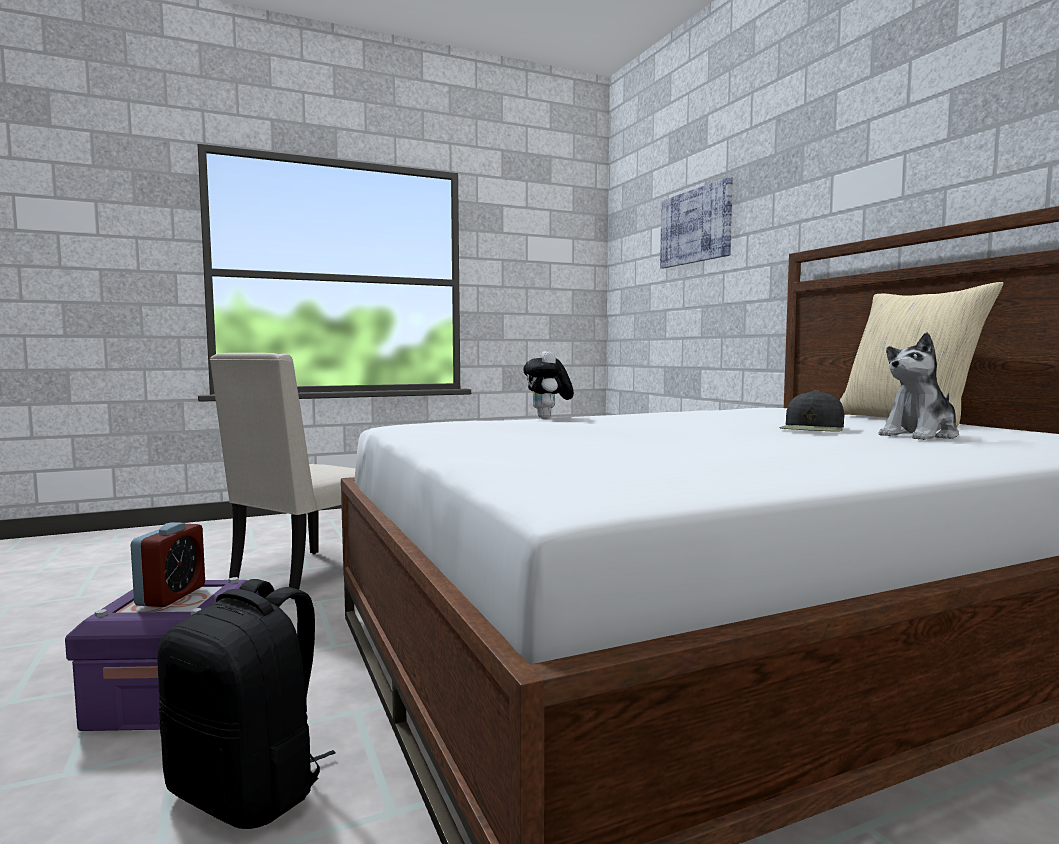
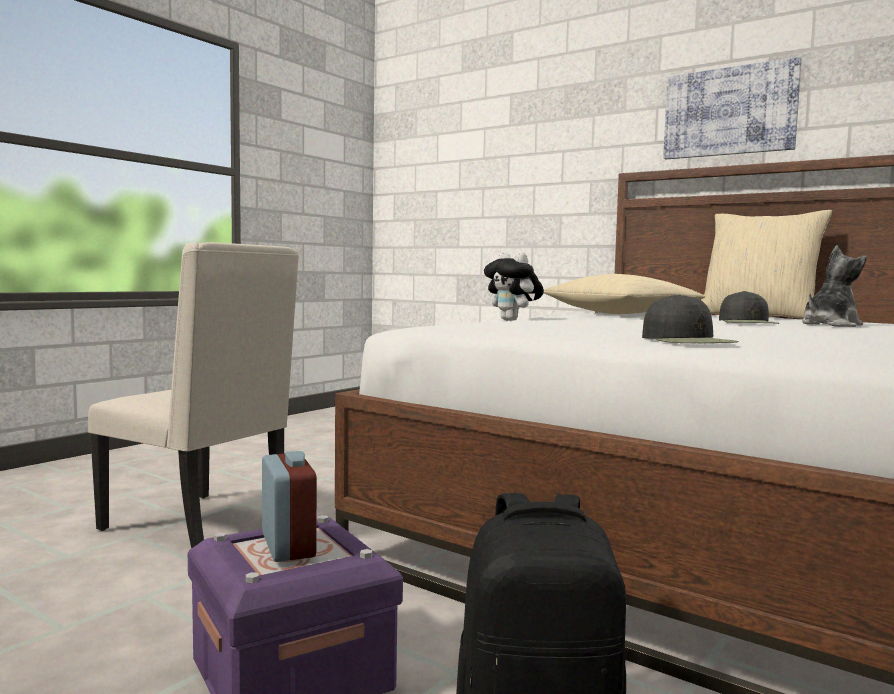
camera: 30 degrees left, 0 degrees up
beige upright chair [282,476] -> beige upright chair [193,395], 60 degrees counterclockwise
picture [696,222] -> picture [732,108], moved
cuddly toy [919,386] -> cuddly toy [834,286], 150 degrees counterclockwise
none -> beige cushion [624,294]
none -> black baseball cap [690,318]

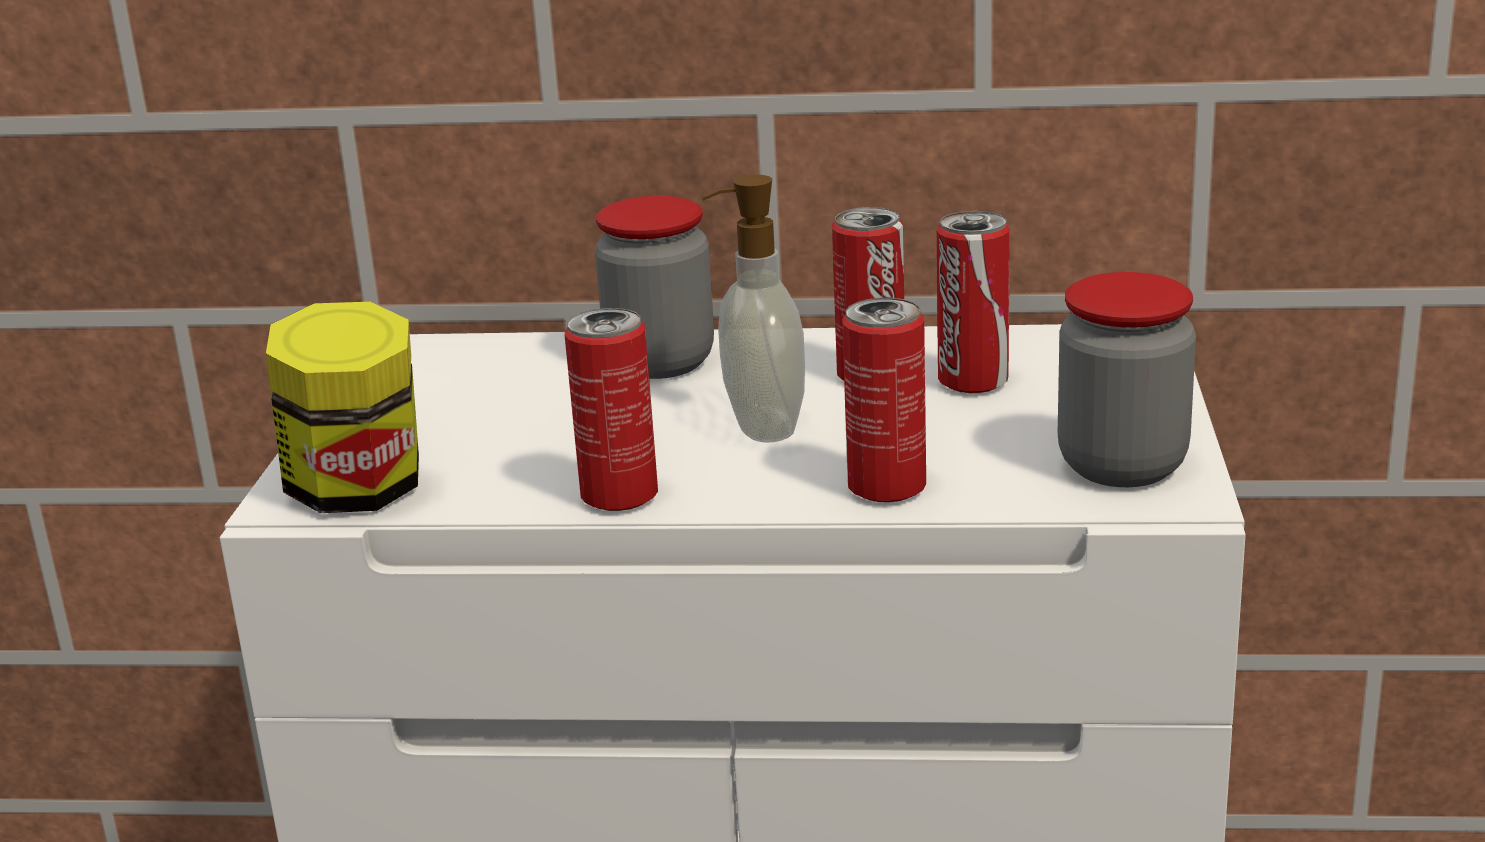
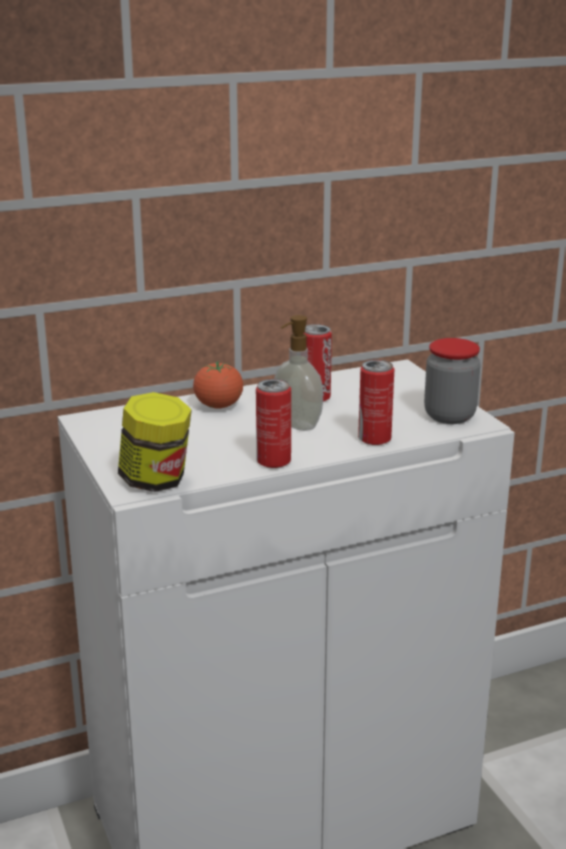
camera: 30 degrees left, 0 degrees up
jar [654,287] -> tomato [218,384]
sealed can [973,302] -> none

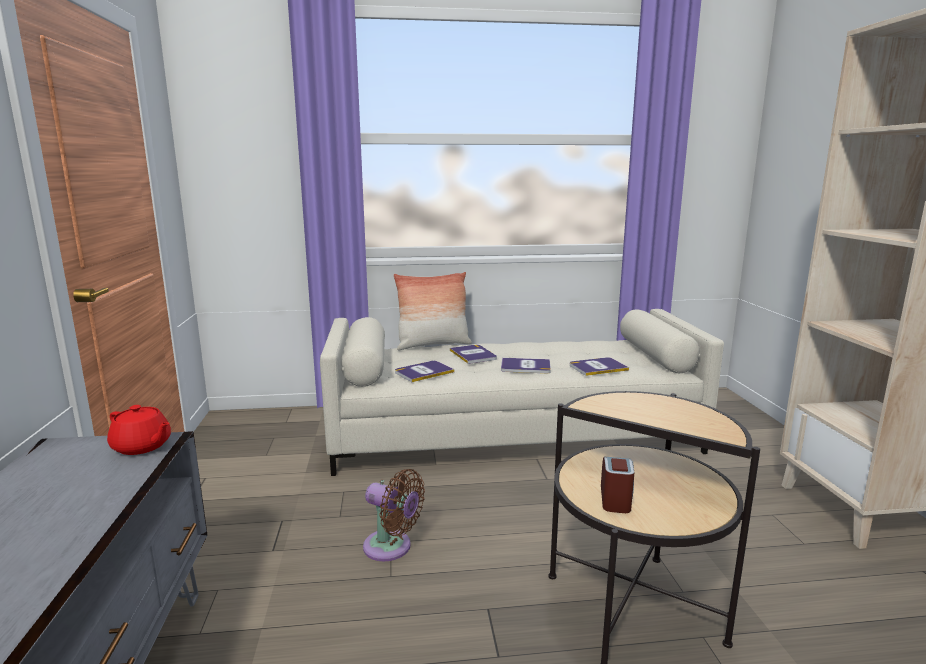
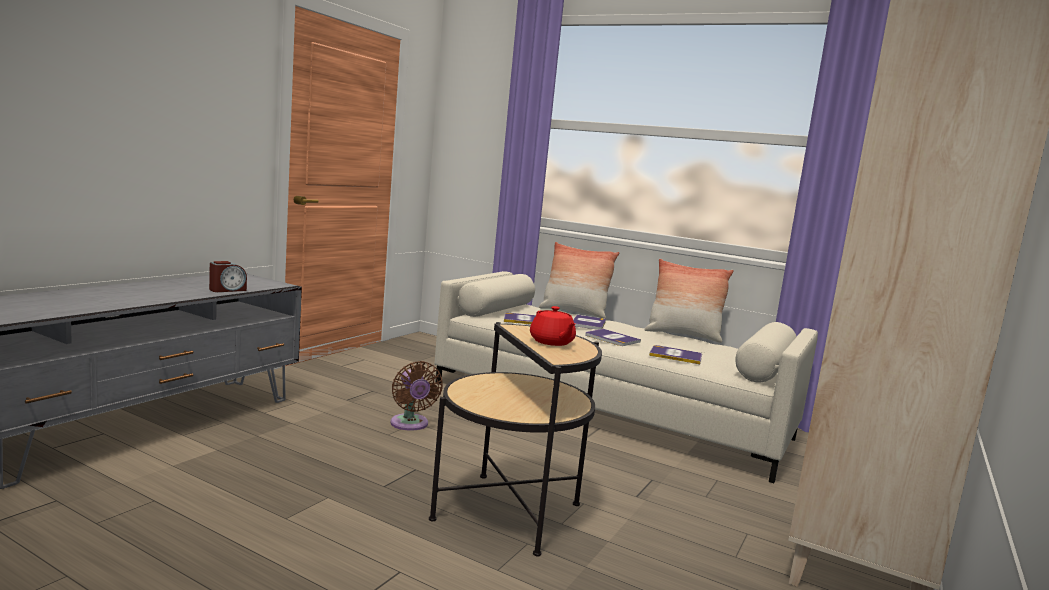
camera: 35 degrees right, 5 degrees down
red pot for tea [139,430] -> red pot for tea [553,326], moved
bedside clock [617,485] -> bedside clock [228,276], moved
none -> cushion [689,301]

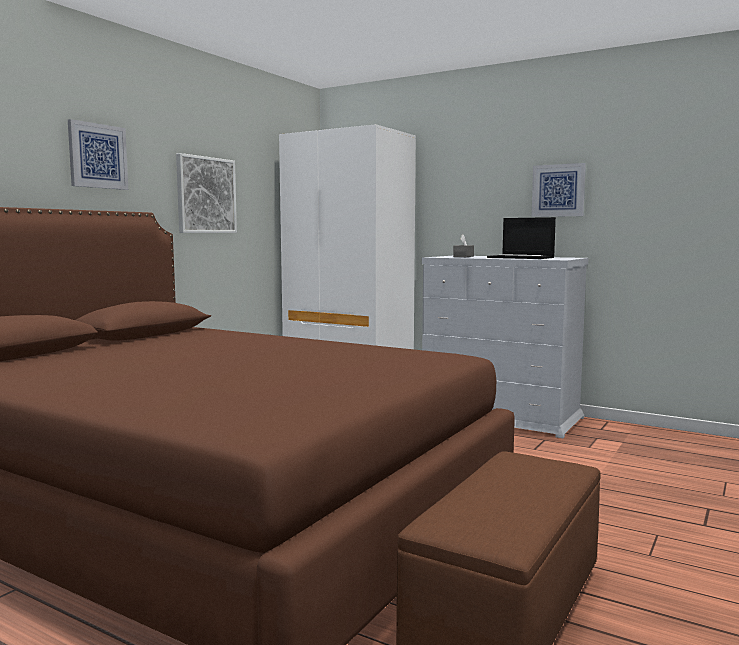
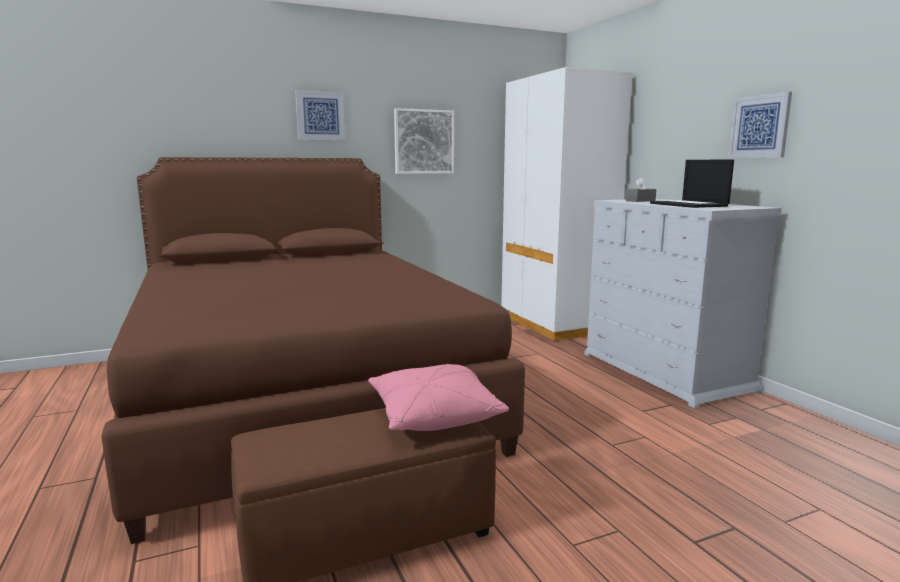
camera: 35 degrees right, 5 degrees up
none -> pink cushion [438,397]

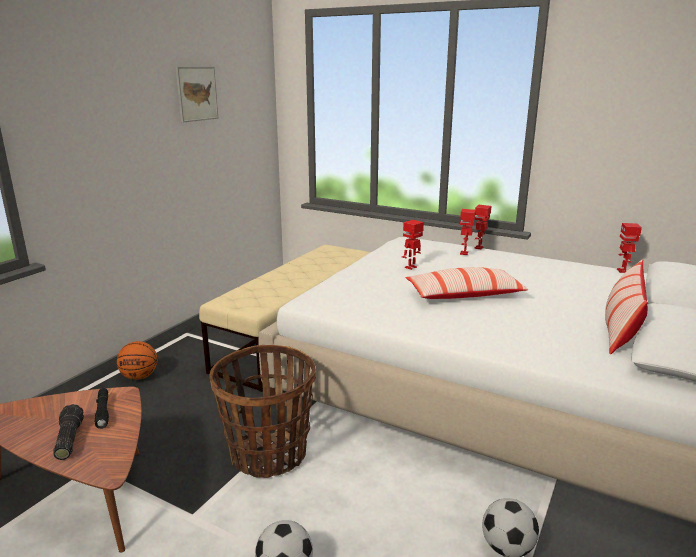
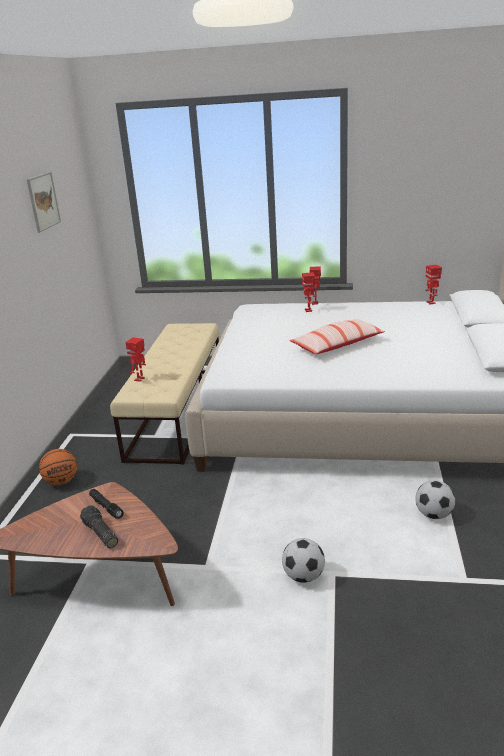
camera: 20 degrees left, 5 degrees up
storage basket [262,411] -> none
robot figure [412,245] -> robot figure [135,359], moved
cushion [626,307] -> none

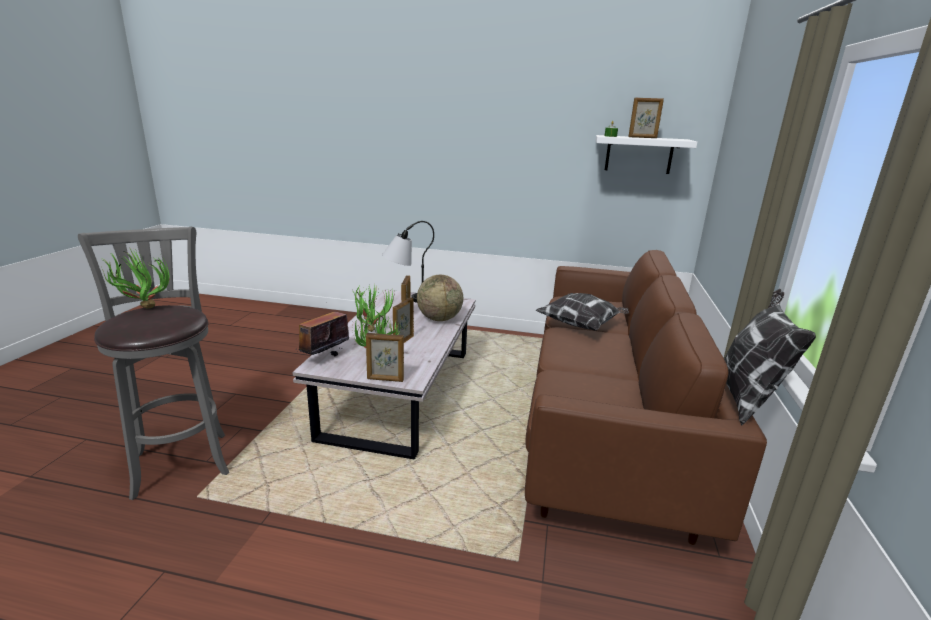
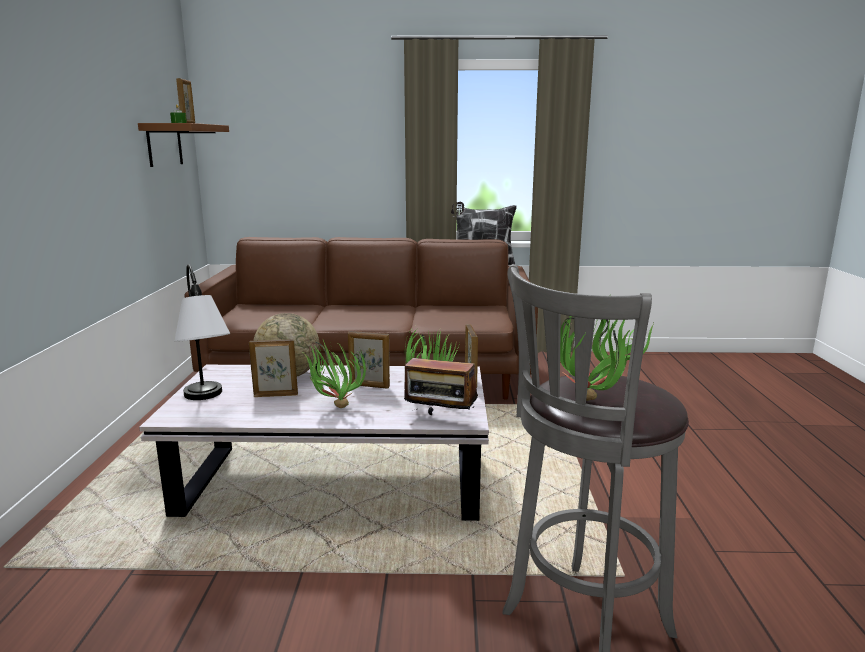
camera: 100 degrees left, 5 degrees down
cushion [582,312] -> none
white-coloured bracket shelf [646,154] -> brown bracket shelf [183,145]

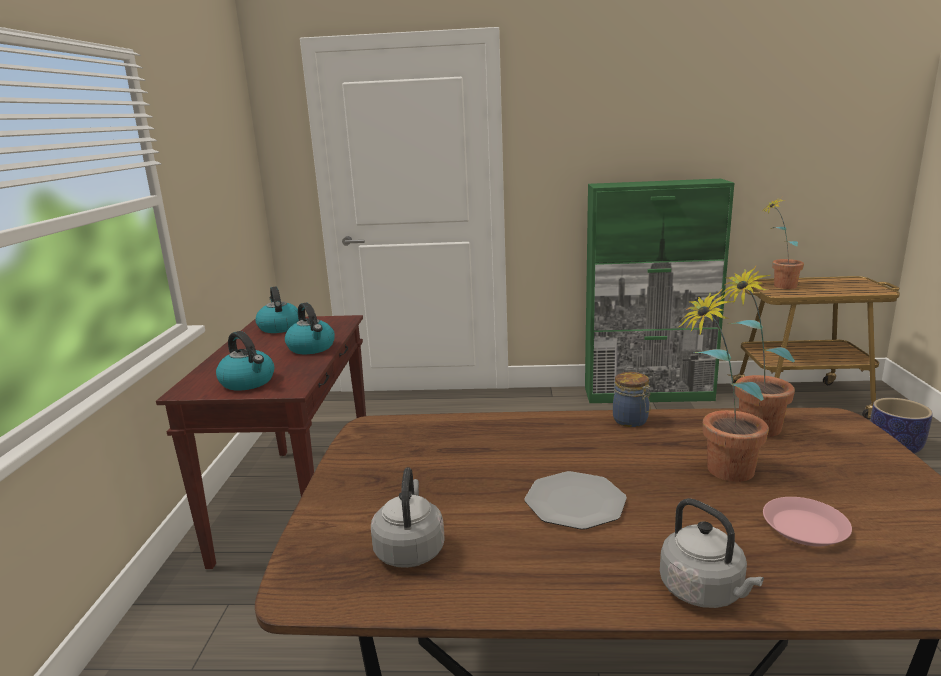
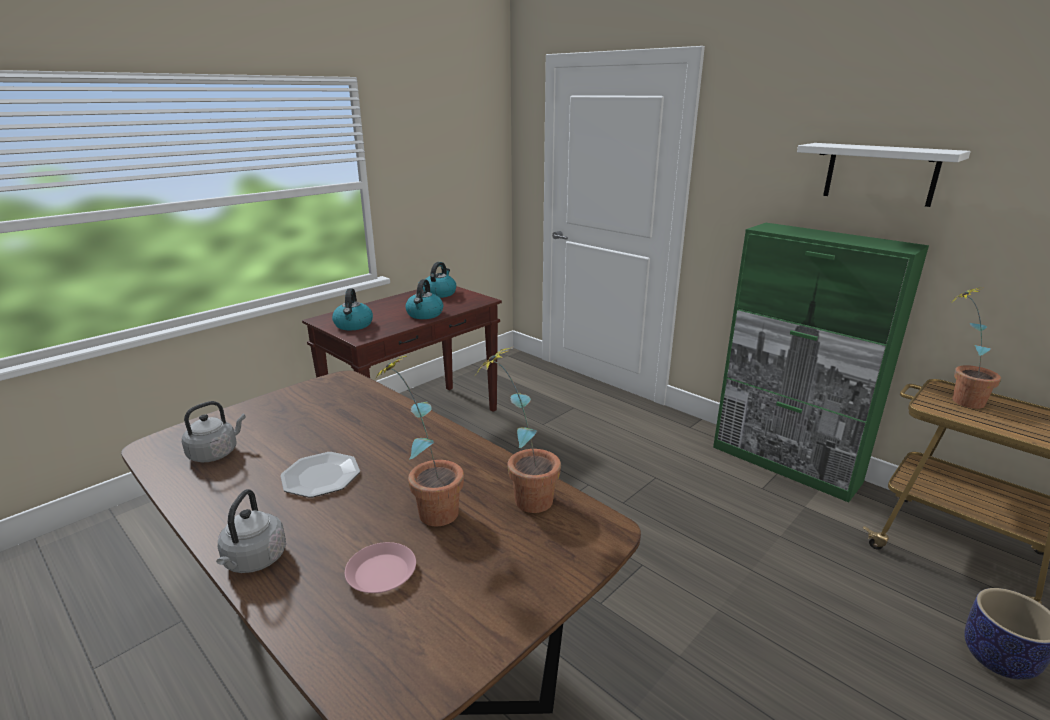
camera: 40 degrees right, 5 degrees up
jar [631,399] -> none
none -> white-coloured bracket shelf [884,175]

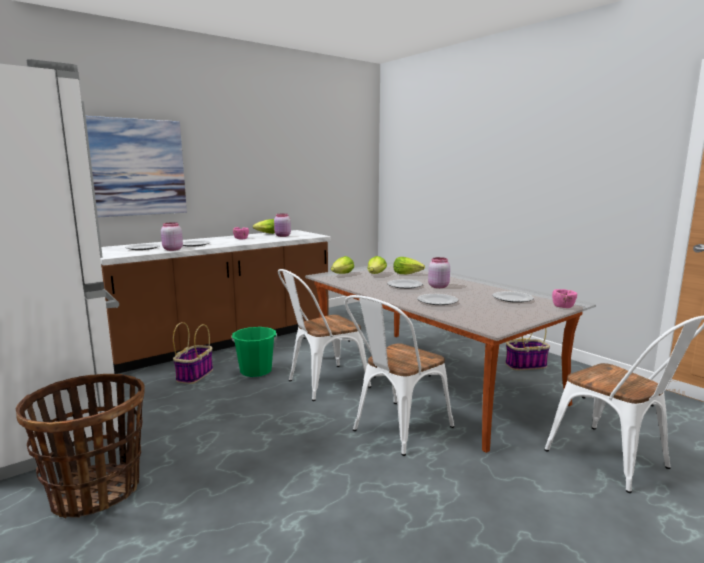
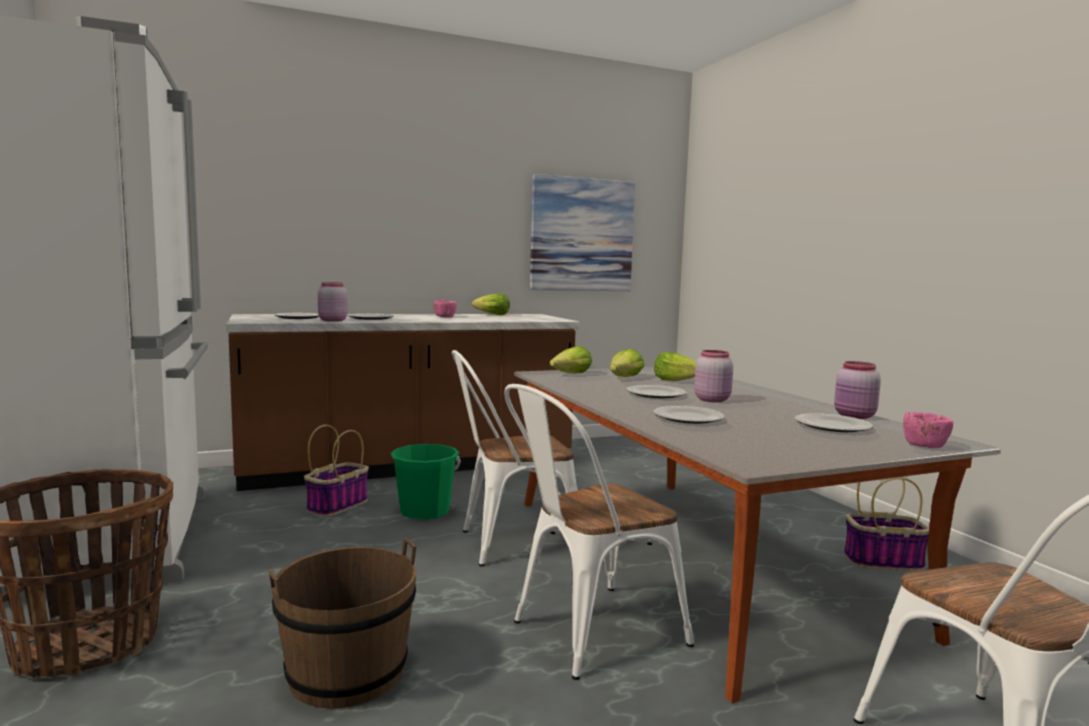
camera: 15 degrees right, 5 degrees down
picture [136,166] -> picture [582,232], moved
pink jar [282,225] -> pink jar [857,390], moved
none -> brown bucket [342,623]

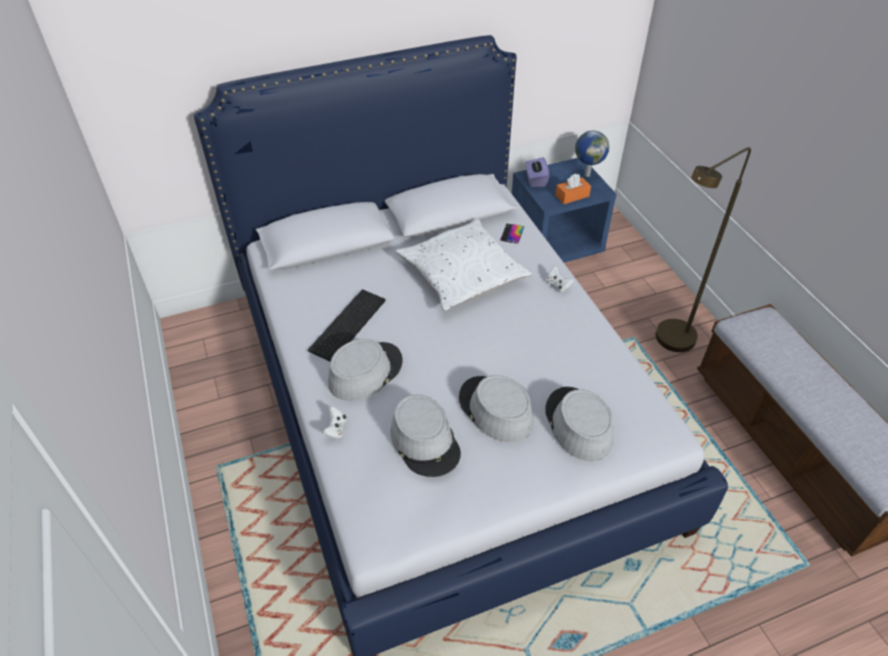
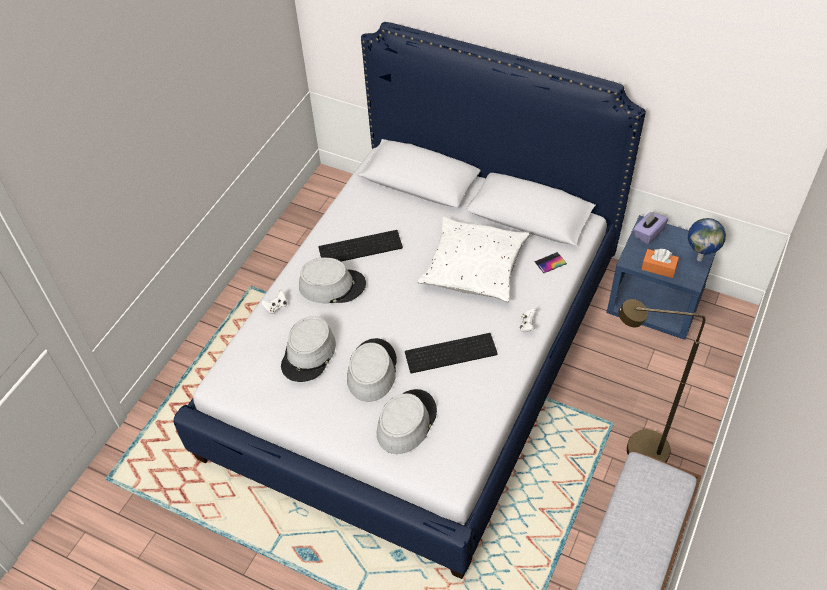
camera: 50 degrees right, 5 degrees up
none -> PC keyboard [451,353]

